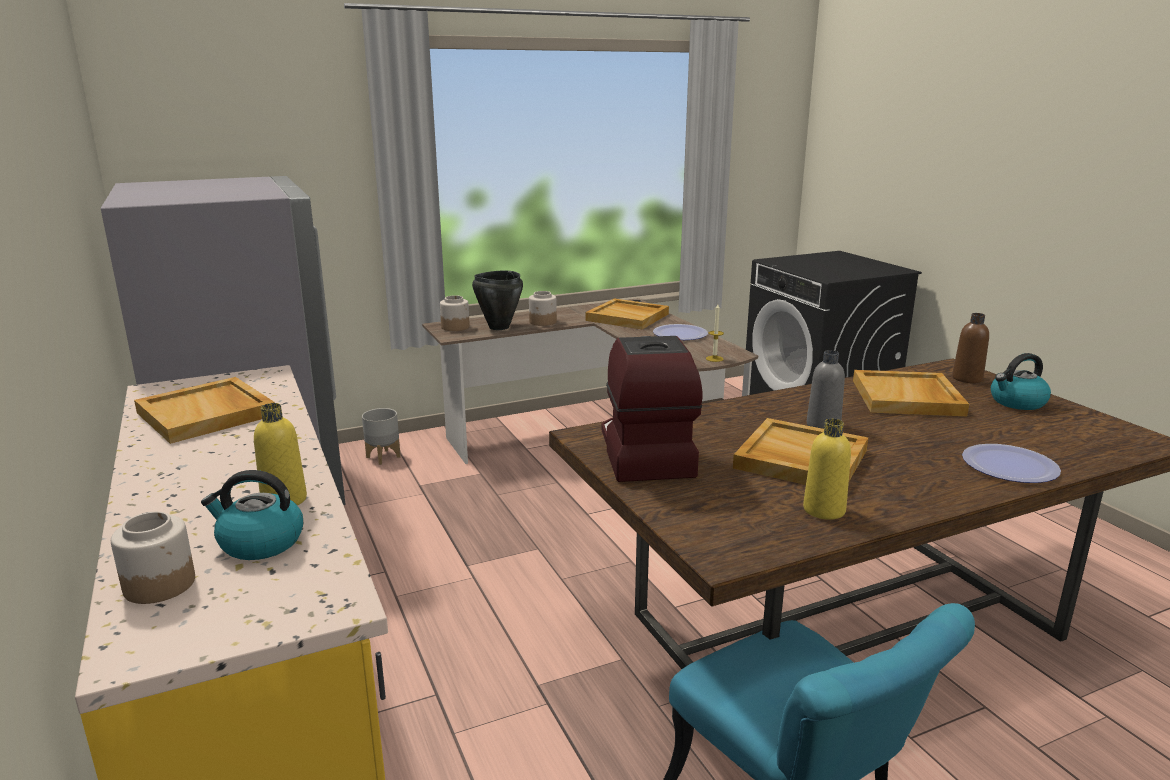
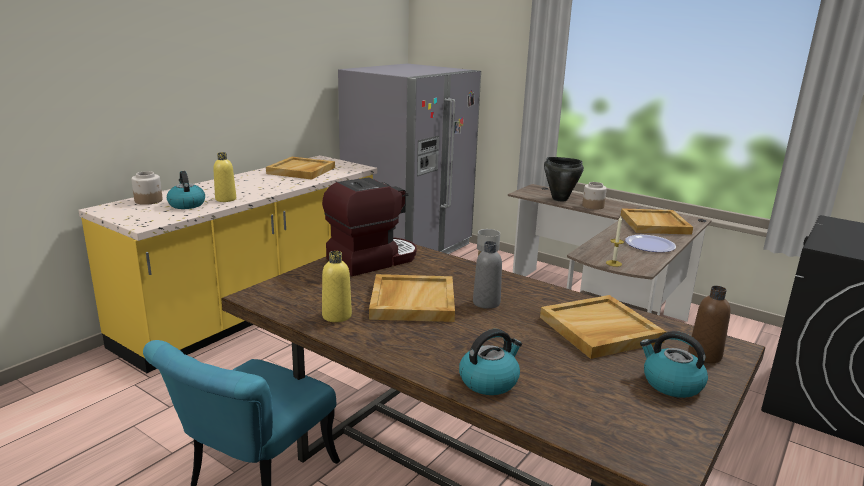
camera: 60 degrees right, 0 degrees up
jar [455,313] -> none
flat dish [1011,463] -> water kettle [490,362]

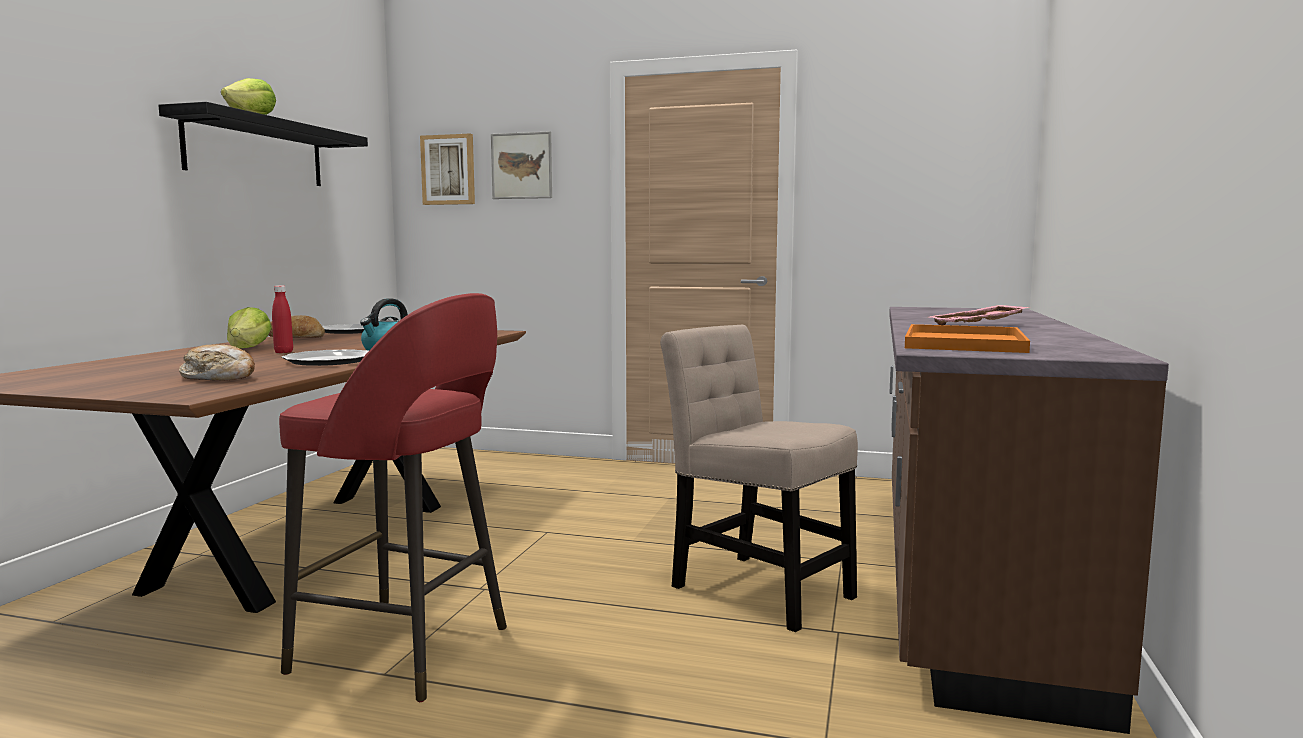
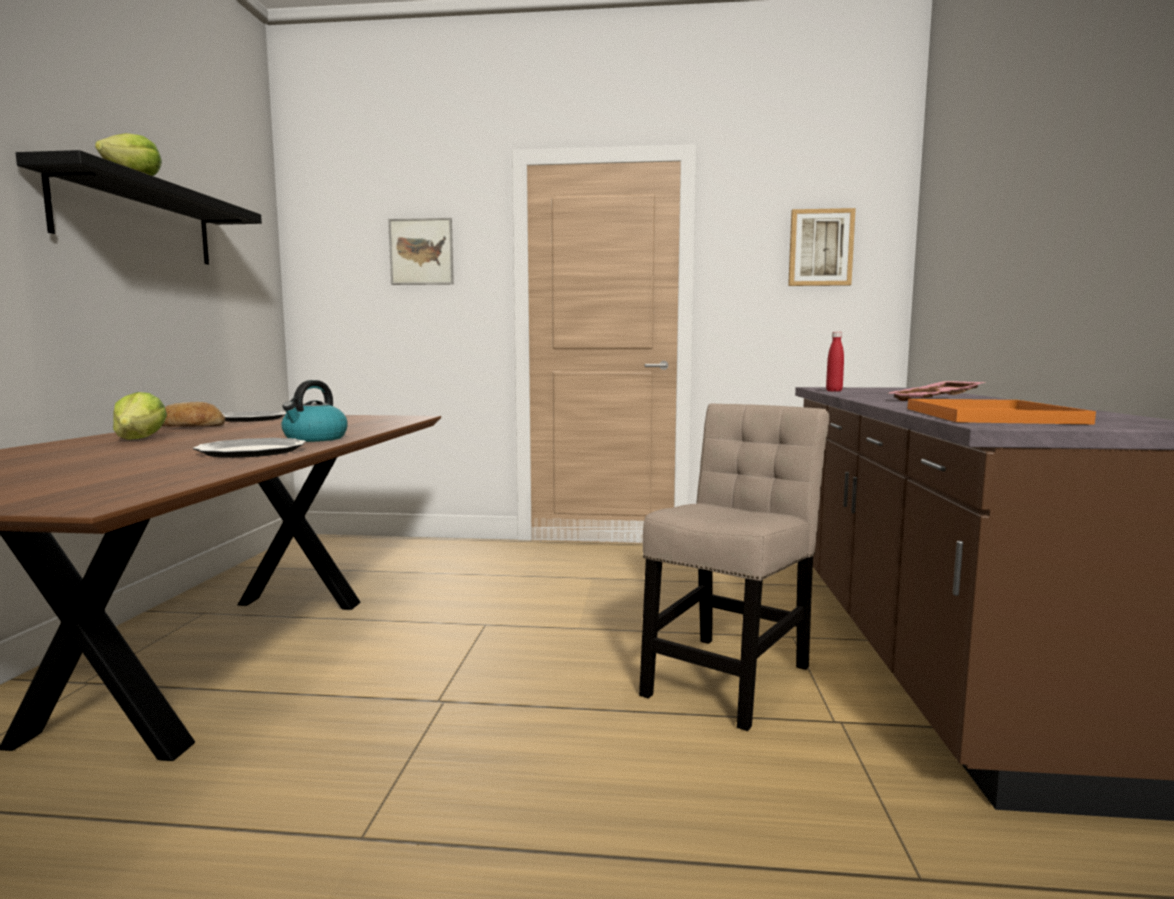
camera: 10 degrees left, 0 degrees up
bread [217,362] -> none
red beverage bottle [282,319] -> red beverage bottle [835,362], moved
red stool [393,497] -> none
picture [447,169] -> picture [822,247], moved
beige upright chair [759,478] -> beige upright chair [734,567], 90 degrees clockwise

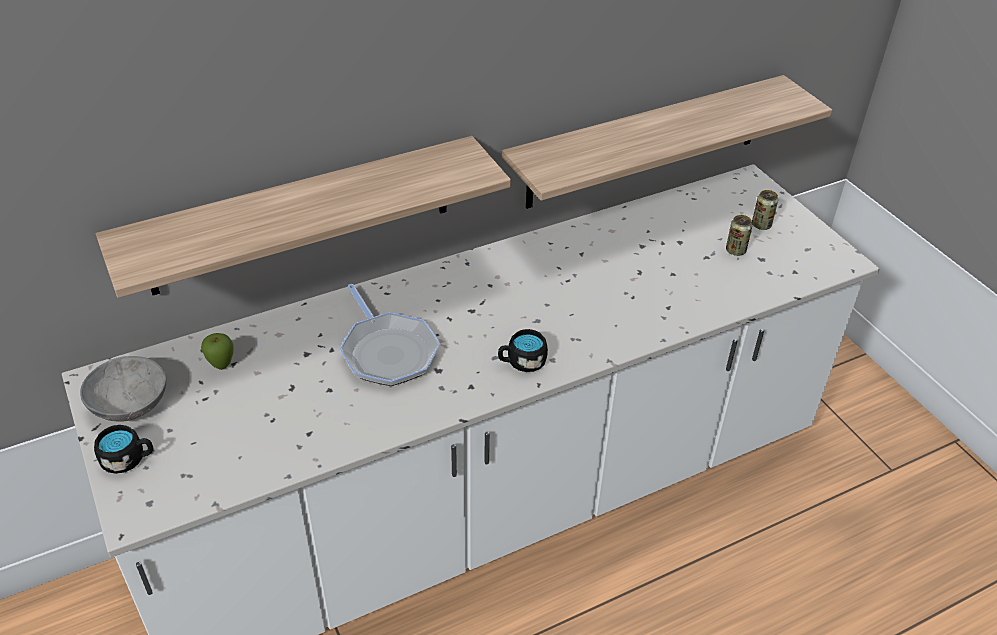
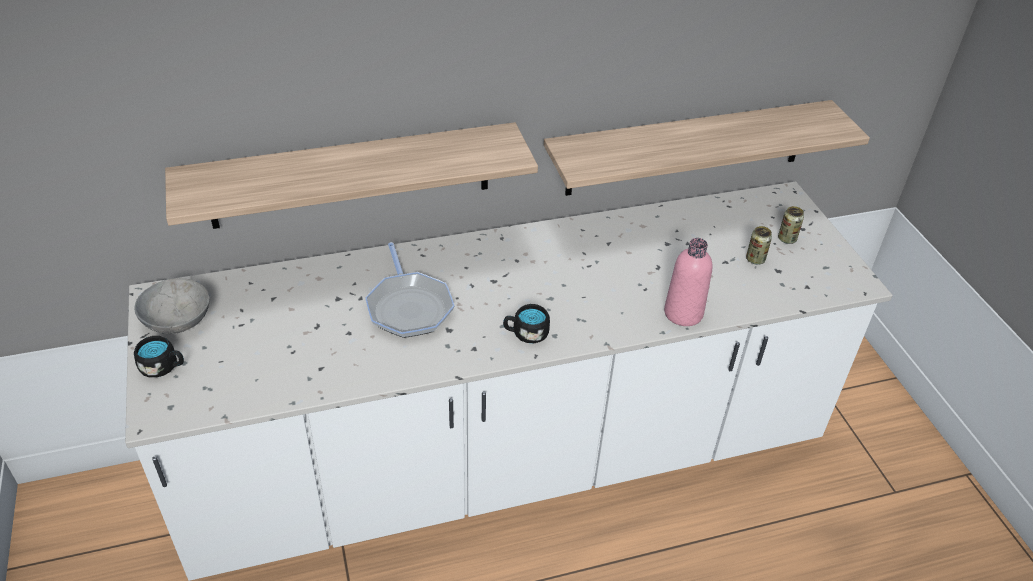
camera: 10 degrees right, 0 degrees up
apple fruit [217,351] -> none
none -> pink beverage bottle [688,282]

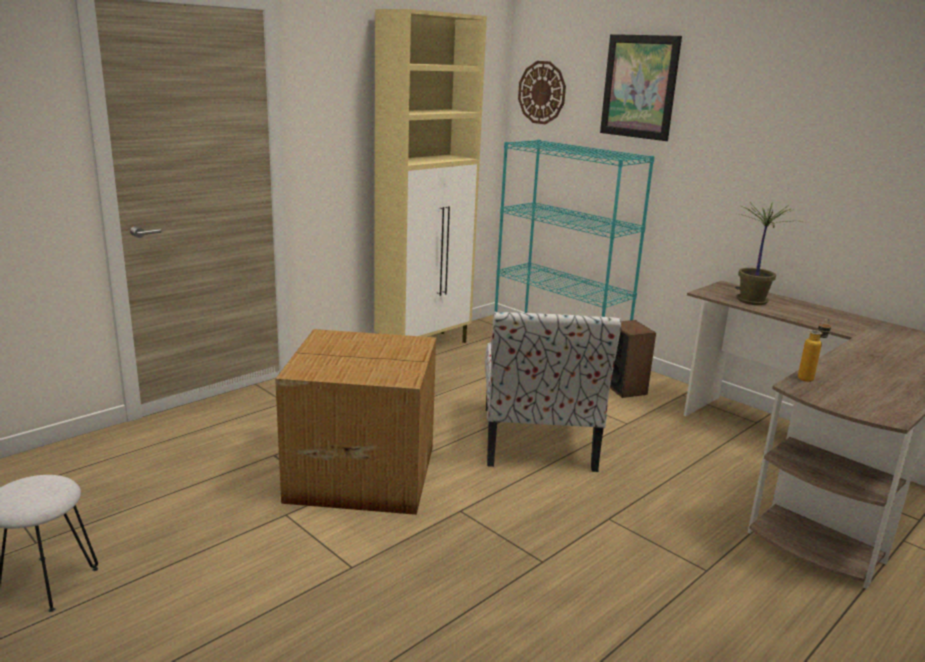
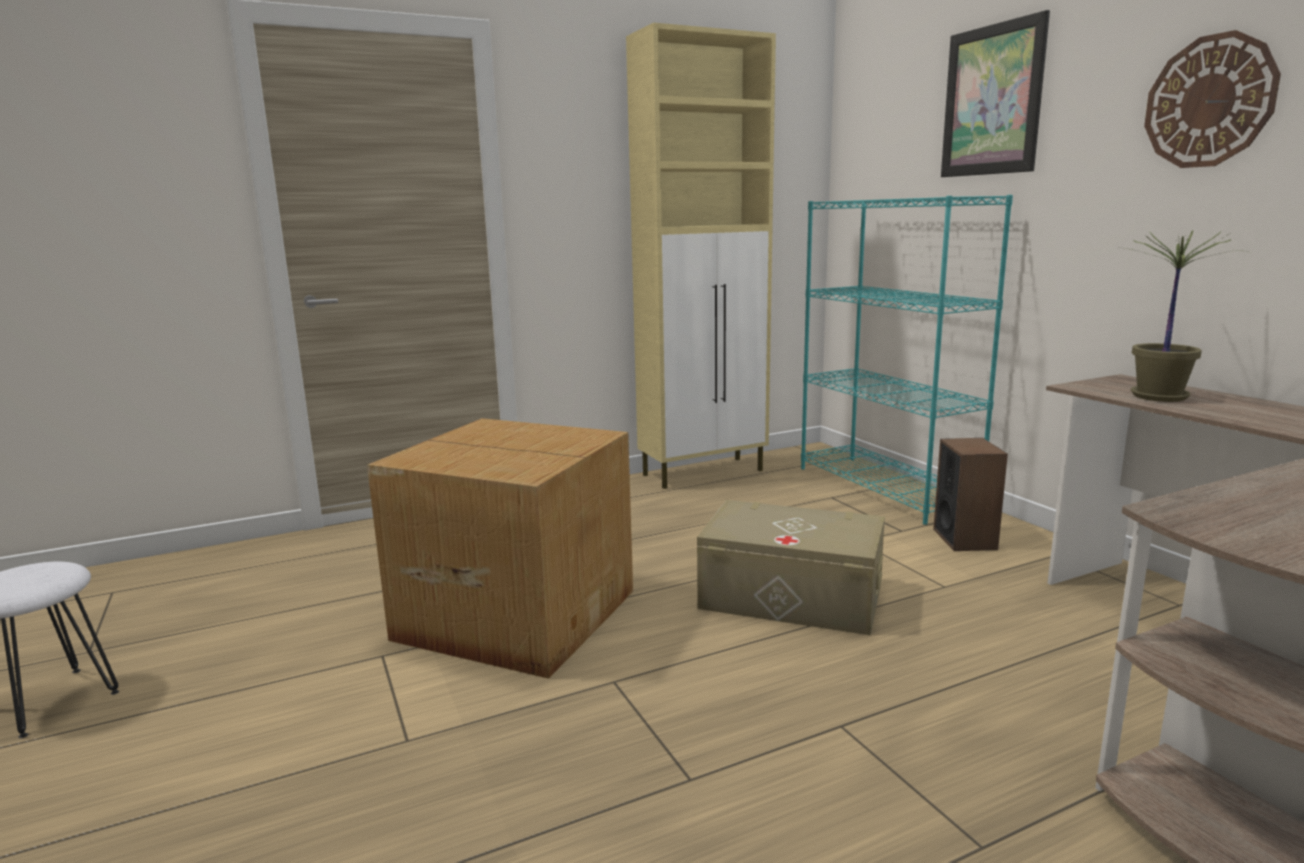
camera: 20 degrees right, 5 degrees down
upright chair [553,392] -> beige storage container [791,567]
wall clock [542,92] -> wall clock [1212,99], moved
beverage bottle [814,350] -> none

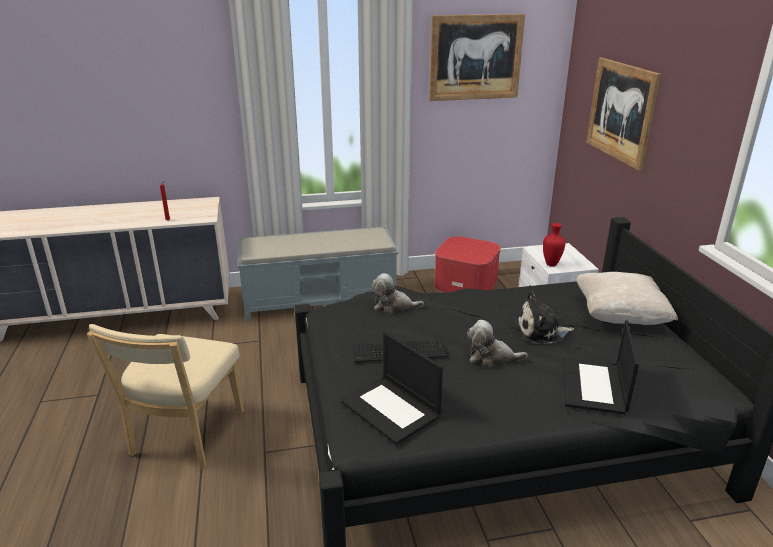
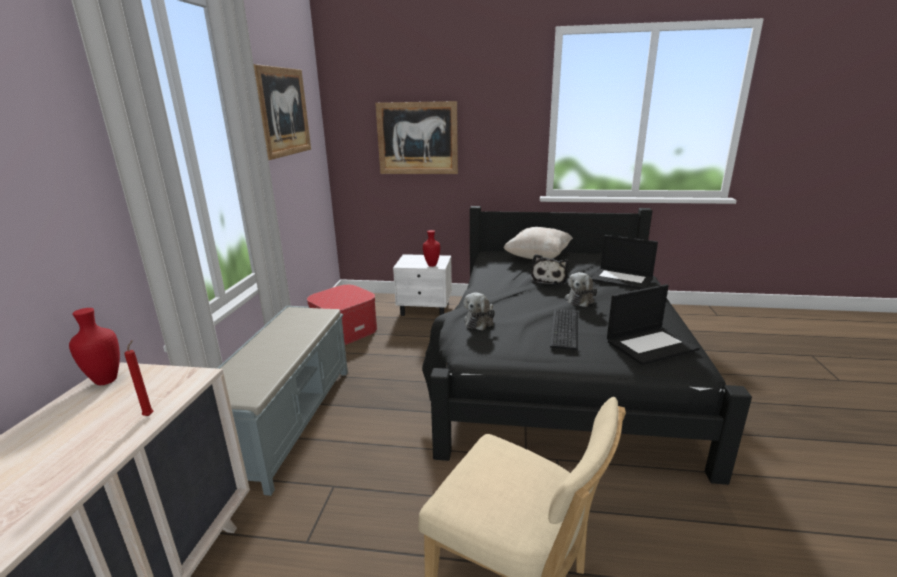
camera: 70 degrees left, 5 degrees down
none -> red vase [94,346]

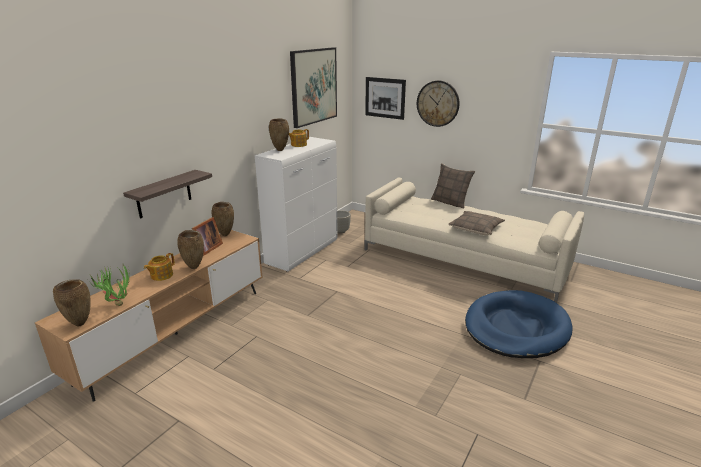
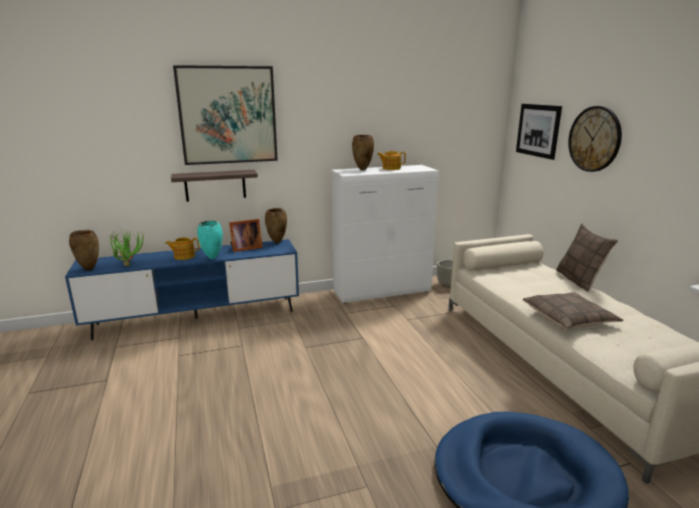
camera: 40 degrees right, 5 degrees down
brown tv stand [148,316] -> bluish tv stand [182,289]
brown vase [190,249] -> turquoise vase [210,239]
picture [313,87] -> picture [225,115], moved

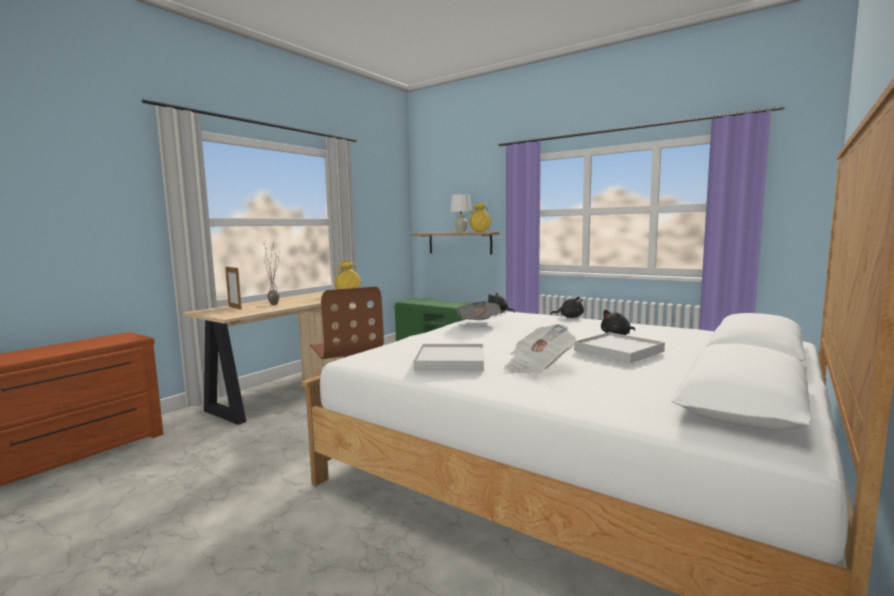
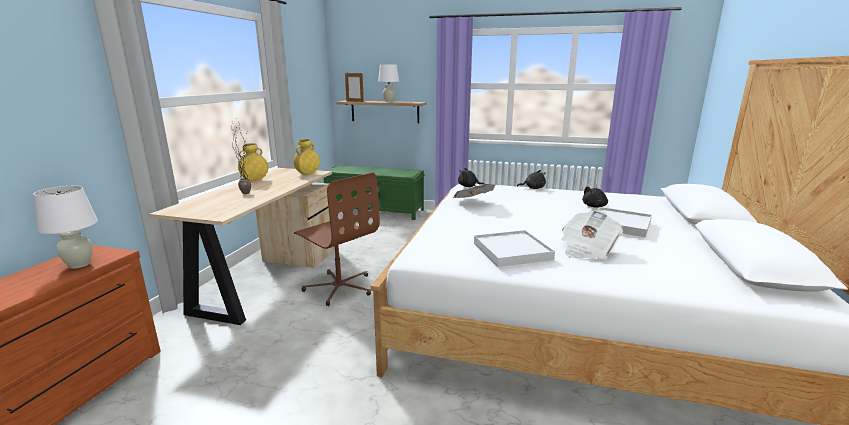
camera: 20 degrees left, 10 degrees up
standing frame [233,287] -> standing frame [354,87], moved
yellow vase [480,217] -> yellow vase [253,162], moved
none -> white-coloured tabletop lamp [65,227]

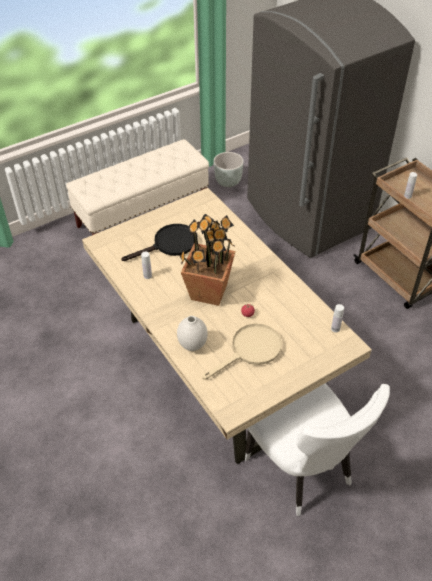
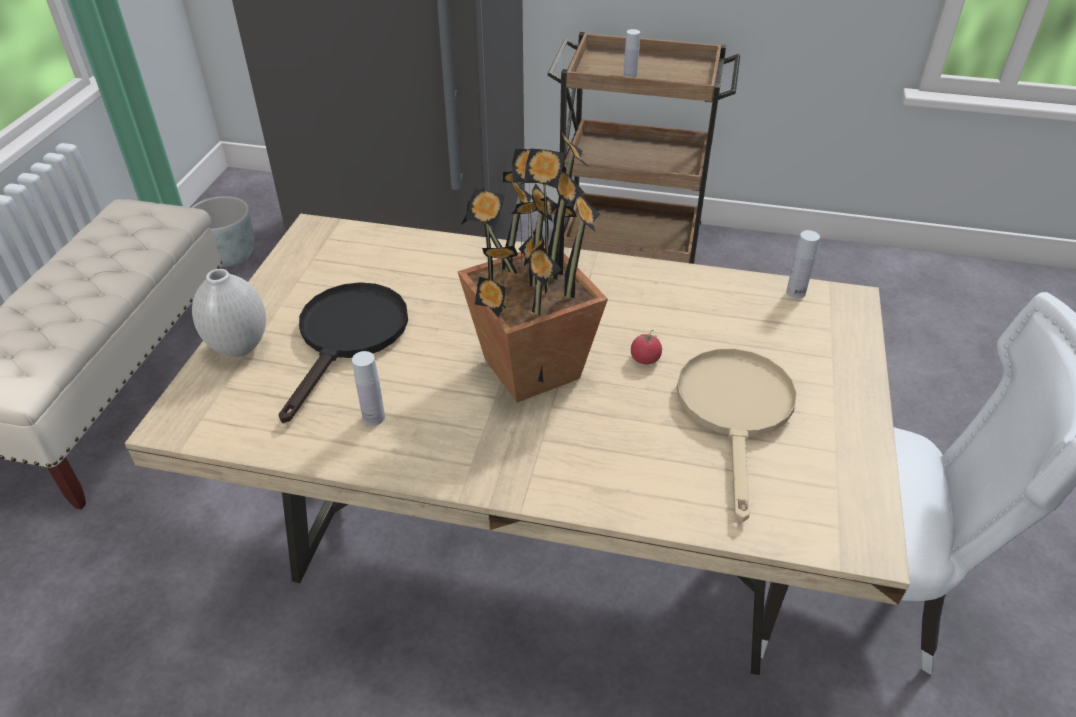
camera: 45 degrees left, 5 degrees down
white-coloured vase [192,333] -> white-coloured vase [229,313], moved

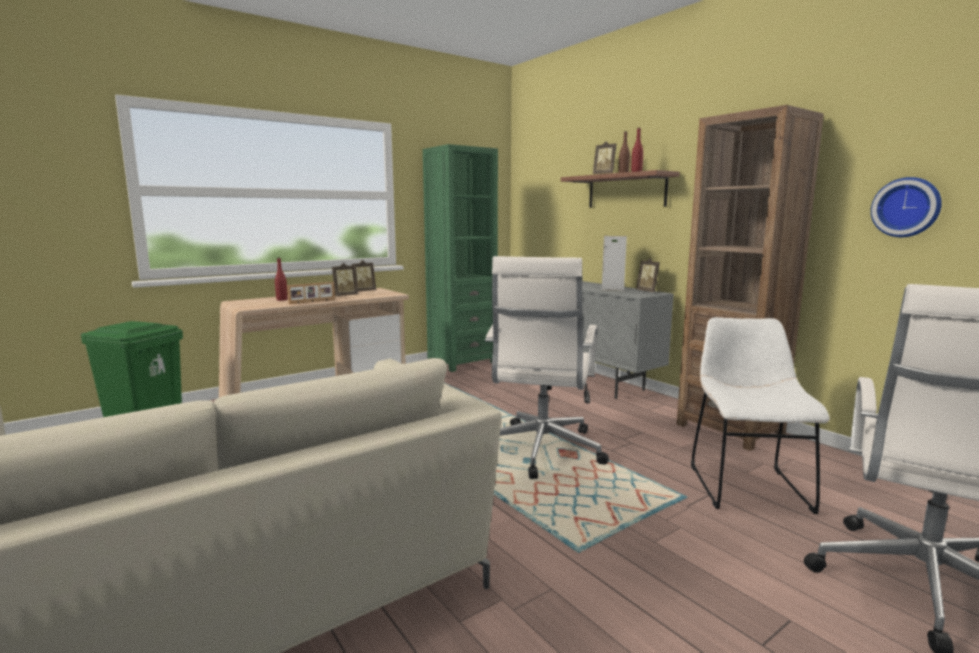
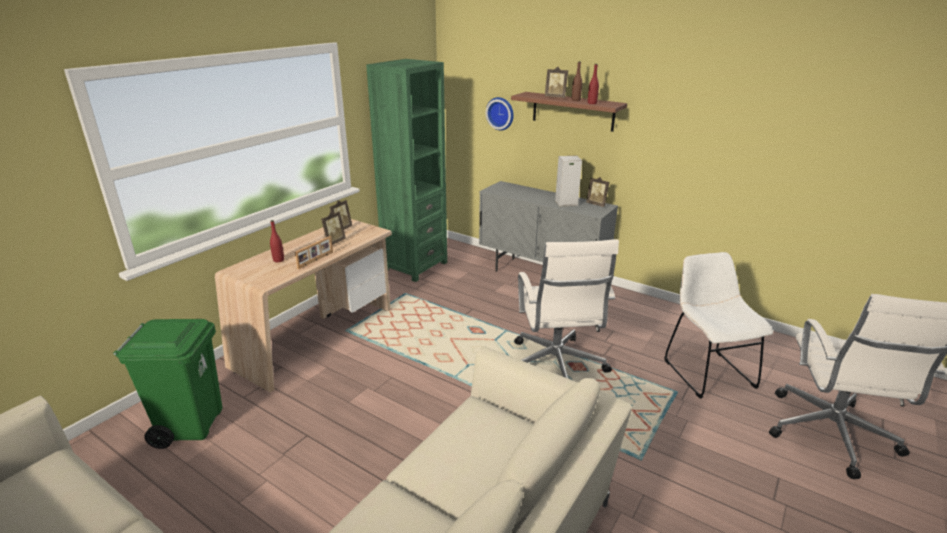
camera: 20 degrees left, 15 degrees up
brown bookshelf [750,278] -> none
wall clock [906,207] -> wall clock [500,114], moved

